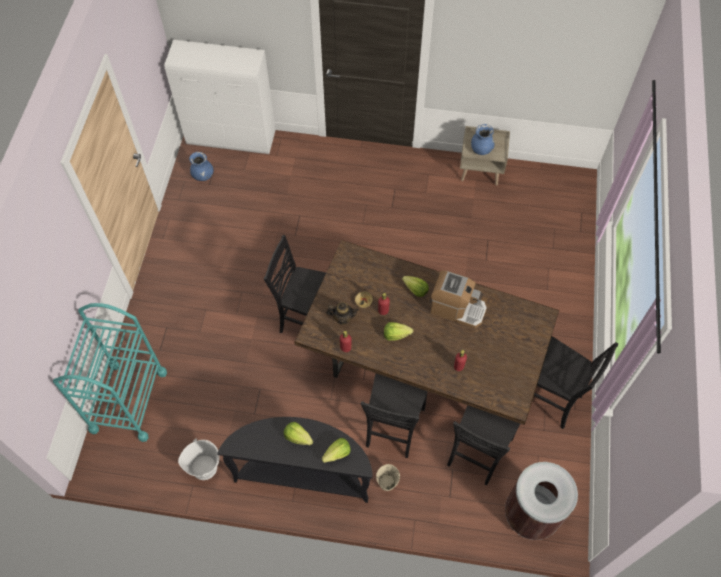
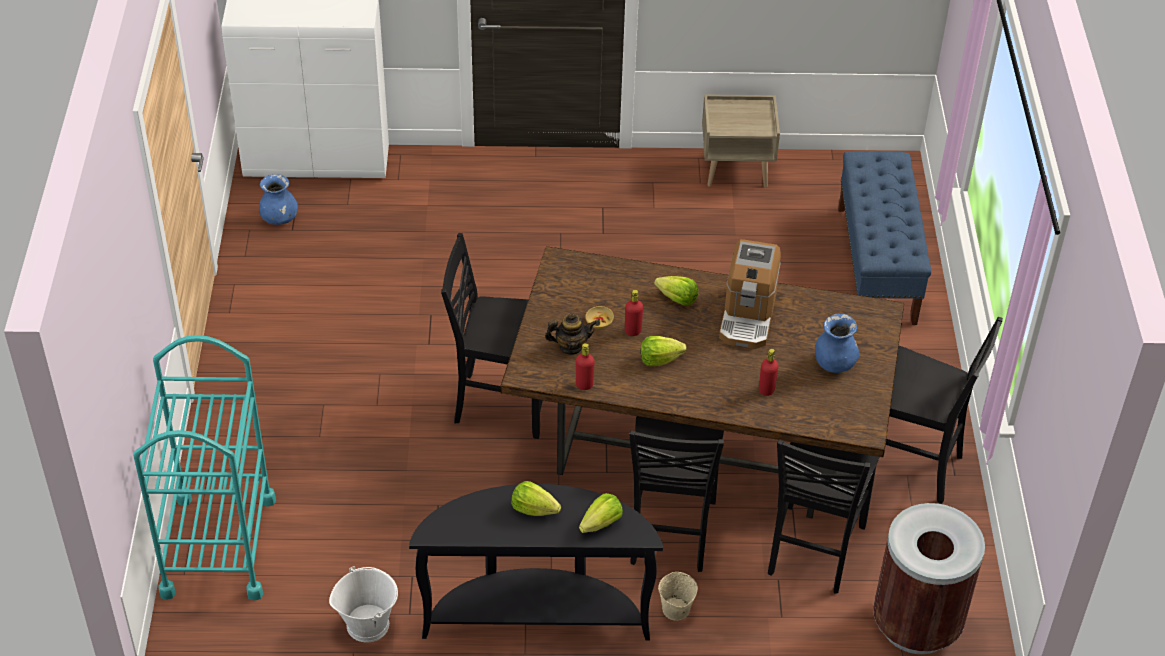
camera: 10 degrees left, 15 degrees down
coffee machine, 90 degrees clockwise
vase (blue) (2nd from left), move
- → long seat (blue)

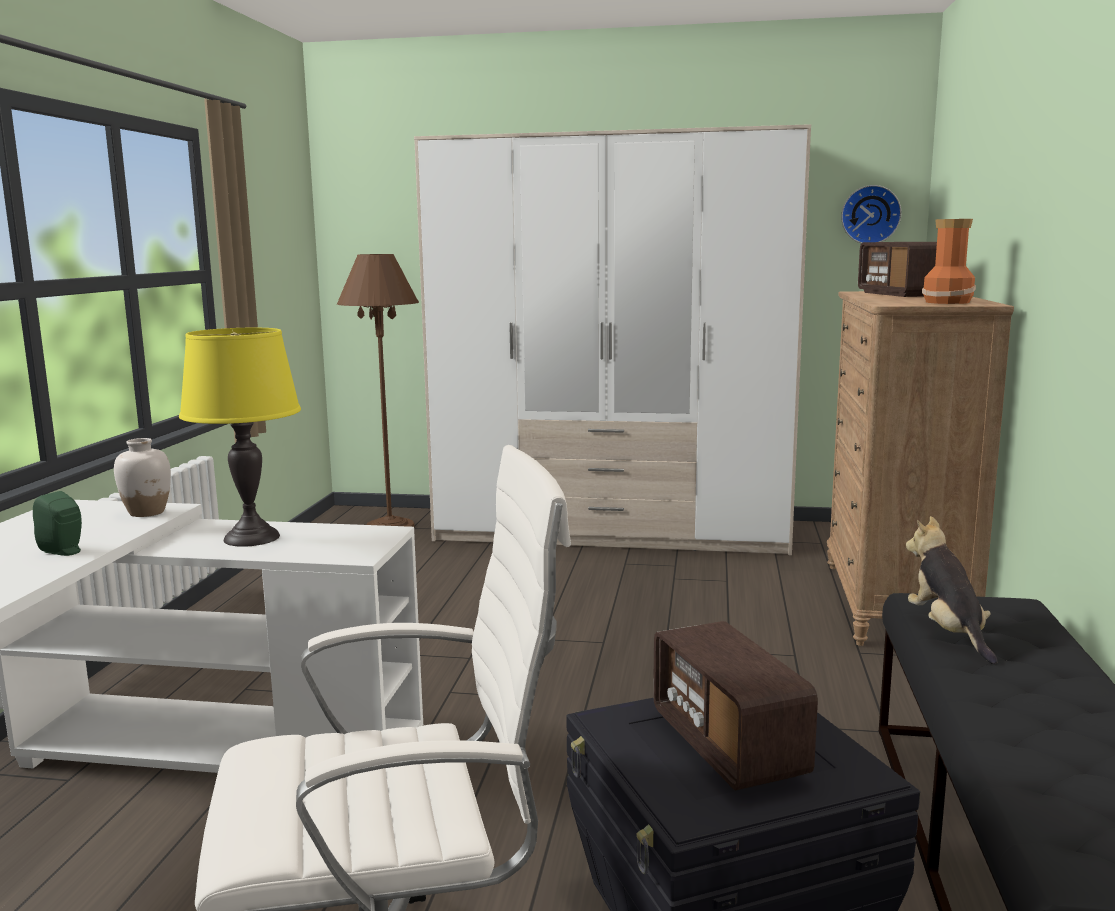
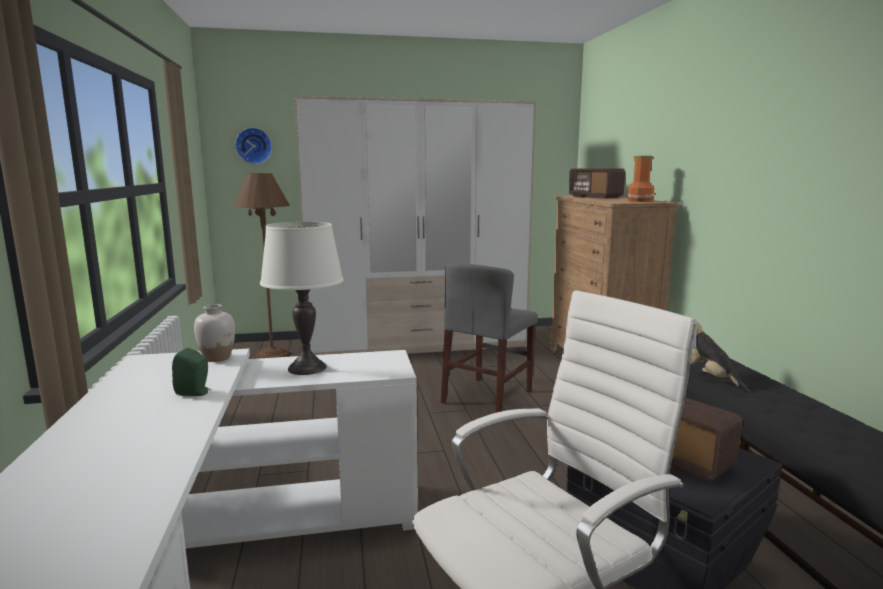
camera: 20 degrees left, 0 degrees up
wall clock, move
table lamp (yellow-coloured) → table lamp (white-coloured)
- → chair (grey)

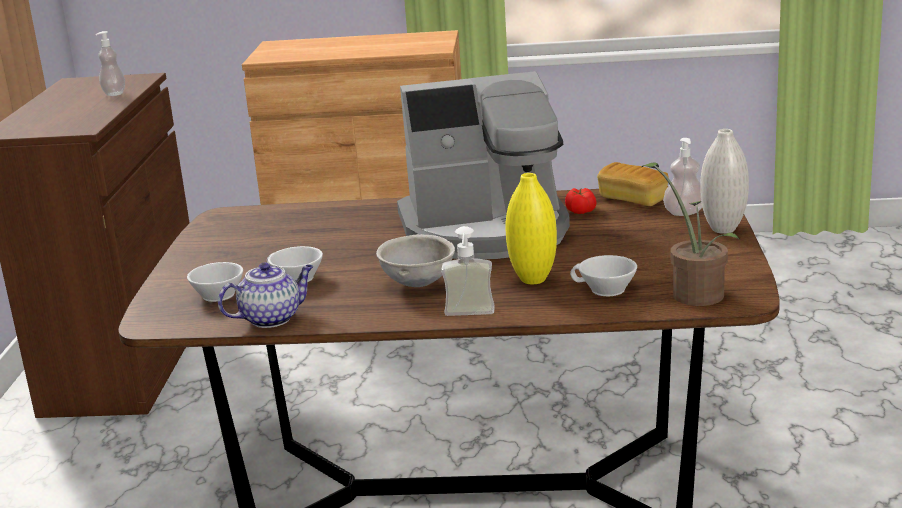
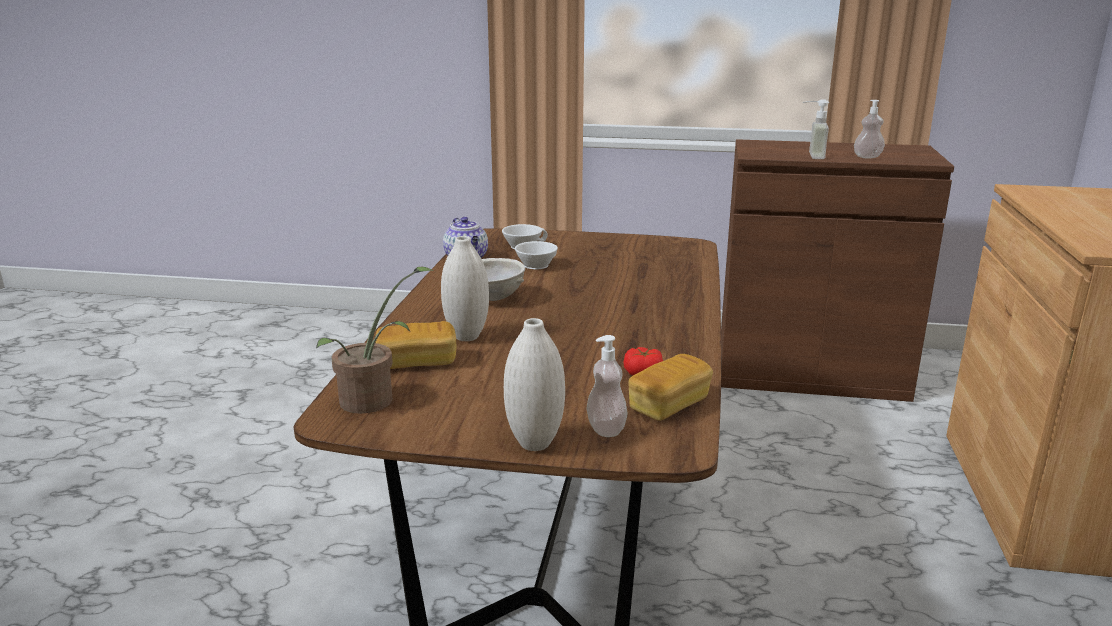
camera: 95 degrees right, 0 degrees up
small cup (white-coloured) (3rd from left) → bakery bread (1st from left)
vase (yellow-coloured) → vase (white-coloured) (1st from left)
soap bottle (2nd from left), move
coffee machine → -

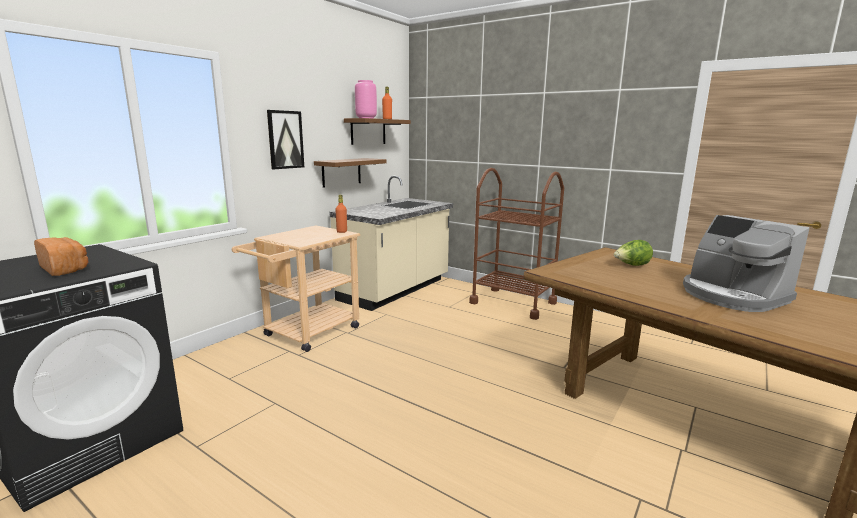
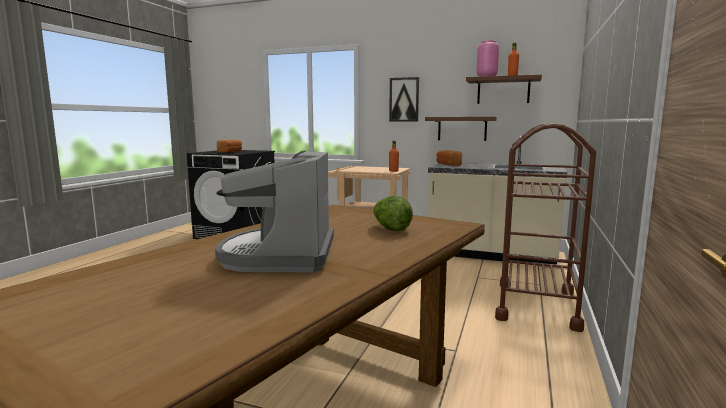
camera: 75 degrees right, 5 degrees down
coffee machine, 45 degrees counterclockwise
- → bakery bread (2nd from left)

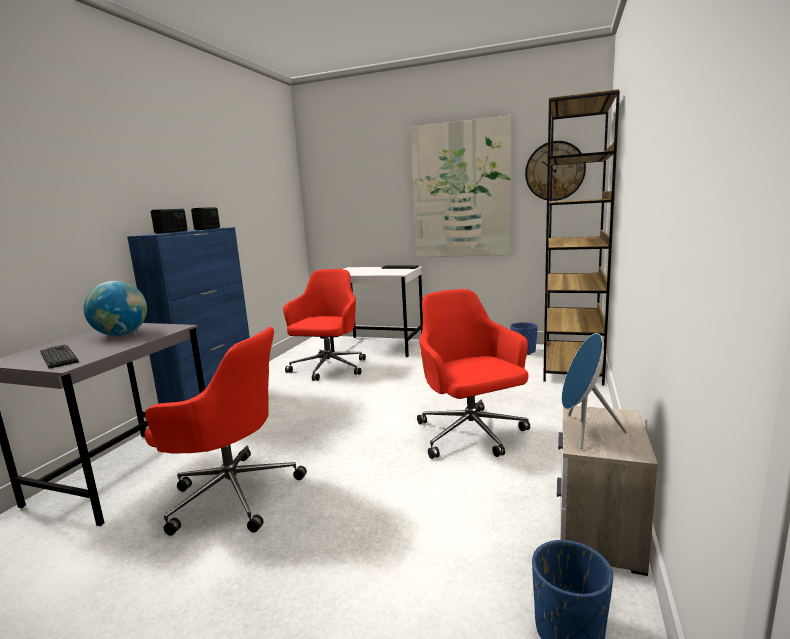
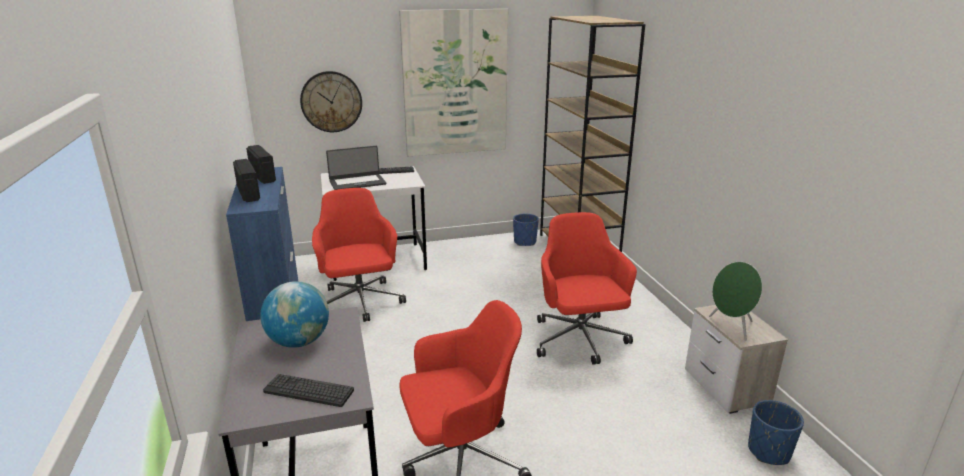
camera: 35 degrees left, 10 degrees up
wall clock, move
- → laptop
desk chair (red) (3rd from left), 45 degrees clockwise
audio speaker (blue) → audio speaker (green)

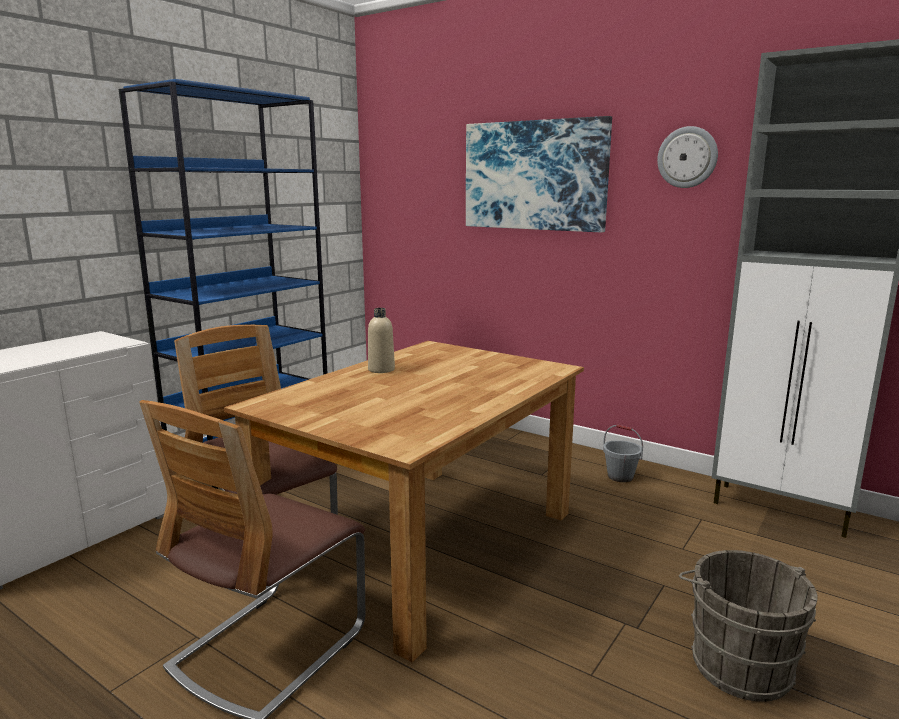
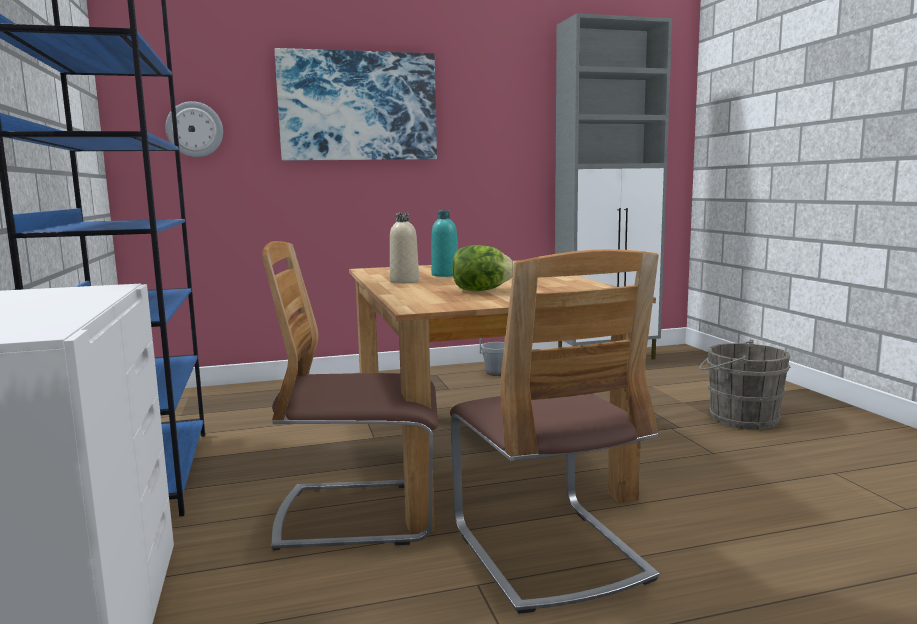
camera: 50 degrees left, 5 degrees down
wall clock, move
- → bottle (turquoise)
- → lettuce head

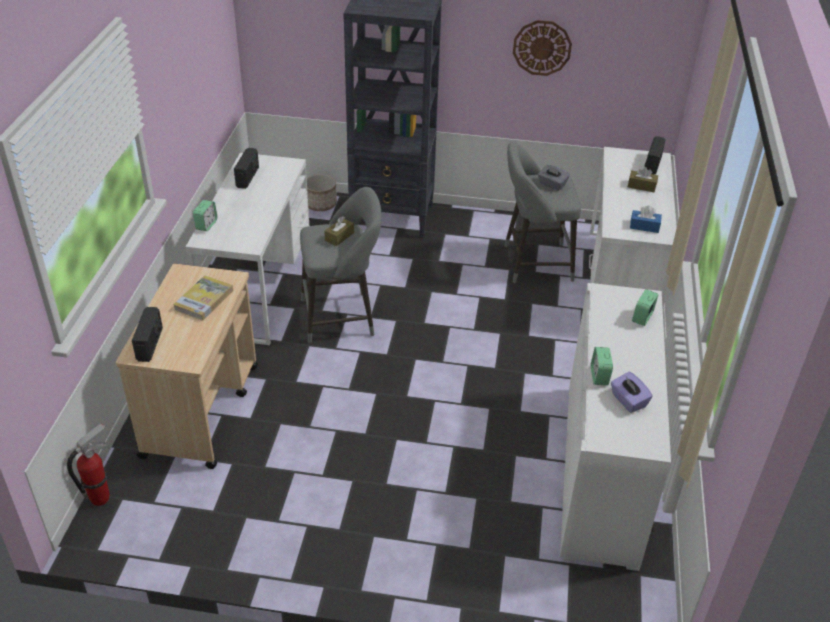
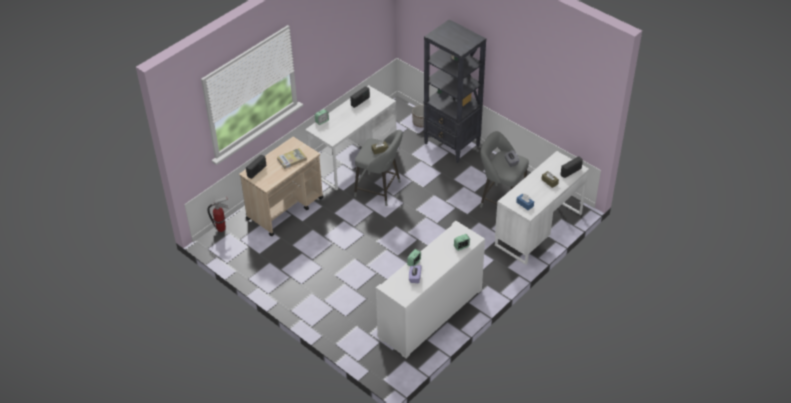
camera: 35 degrees right, 5 degrees up
wall clock → -

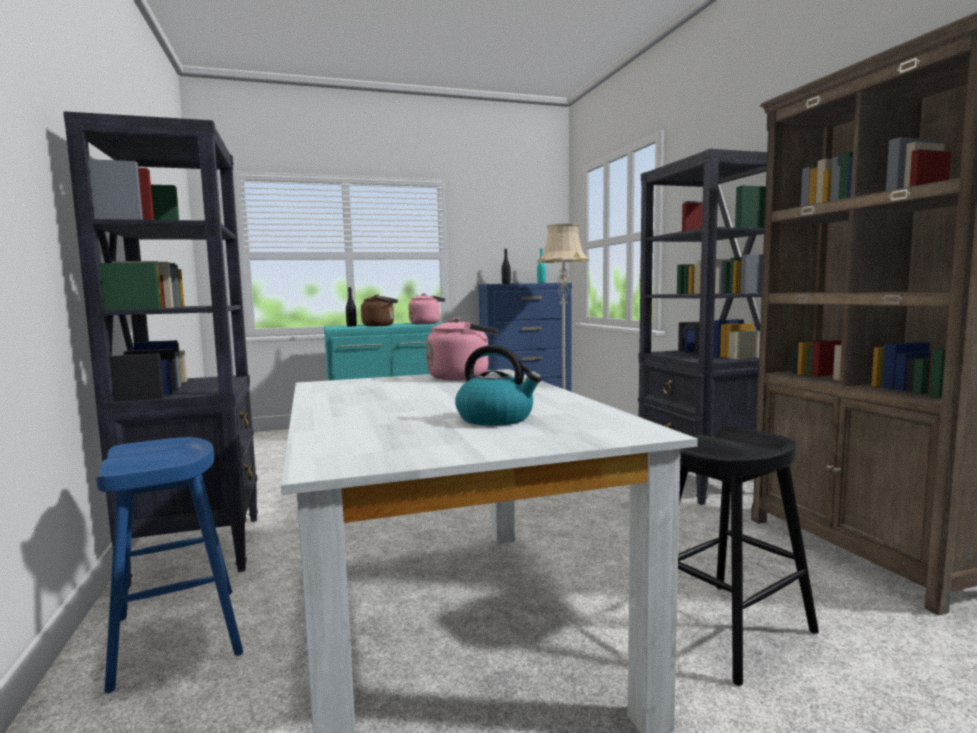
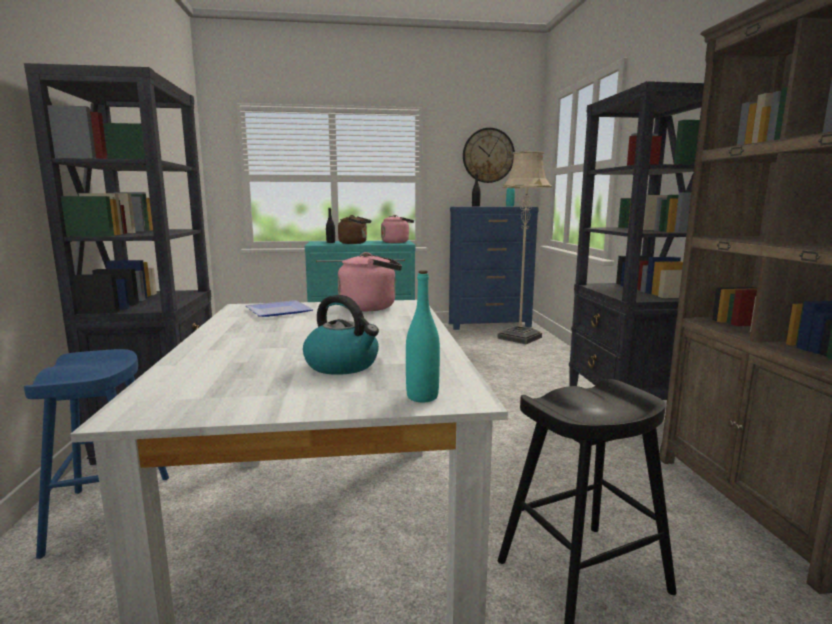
camera: 10 degrees right, 5 degrees up
- → plate
- → bottle (turquoise) (1st from left)
- → wall clock

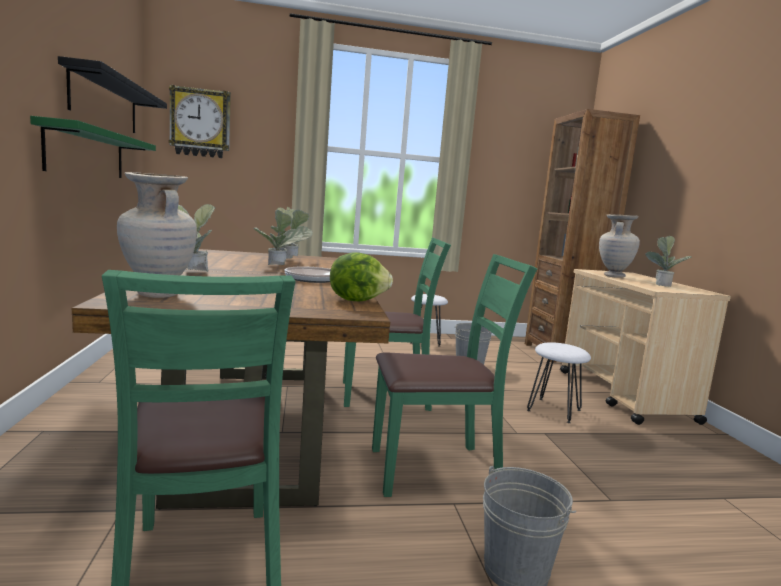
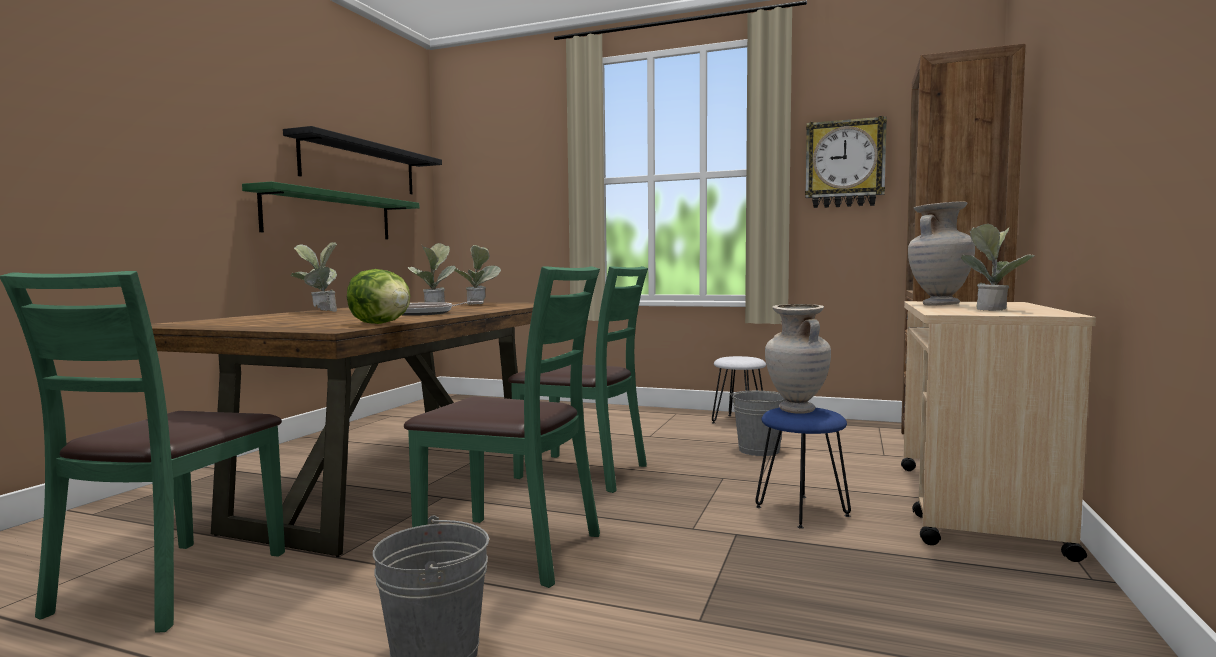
camera: 30 degrees right, 5 degrees down
sitting stool (white-coloured) (2nd from left) → sitting stool (blue)
vase (beige-coloured) (1st from left), move
wall clock, move

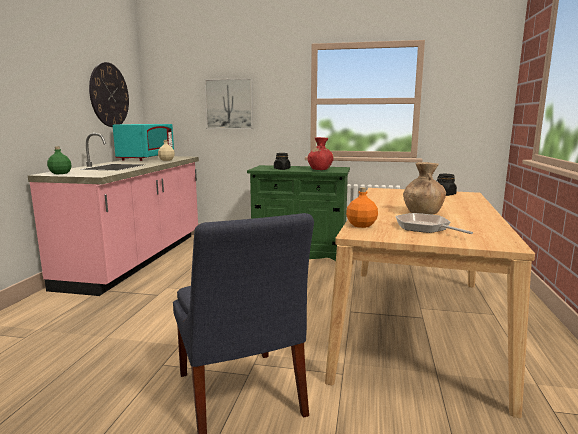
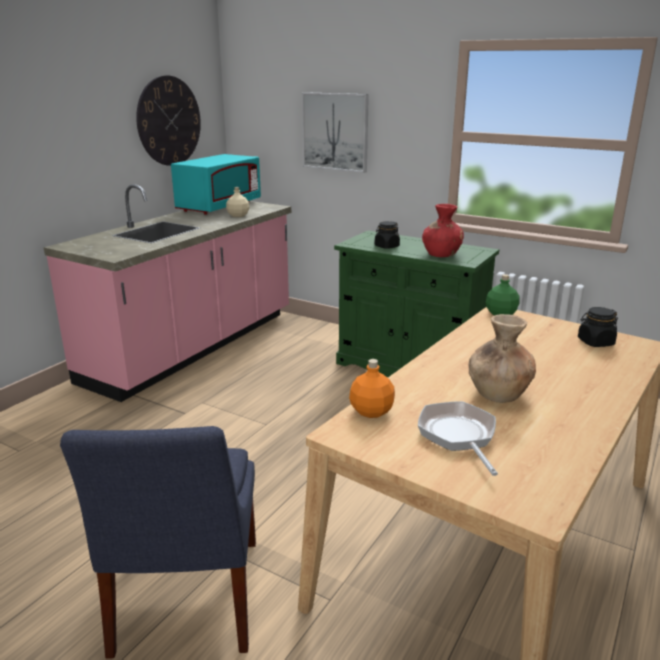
camera: 20 degrees right, 10 degrees up
bottle (green), move

